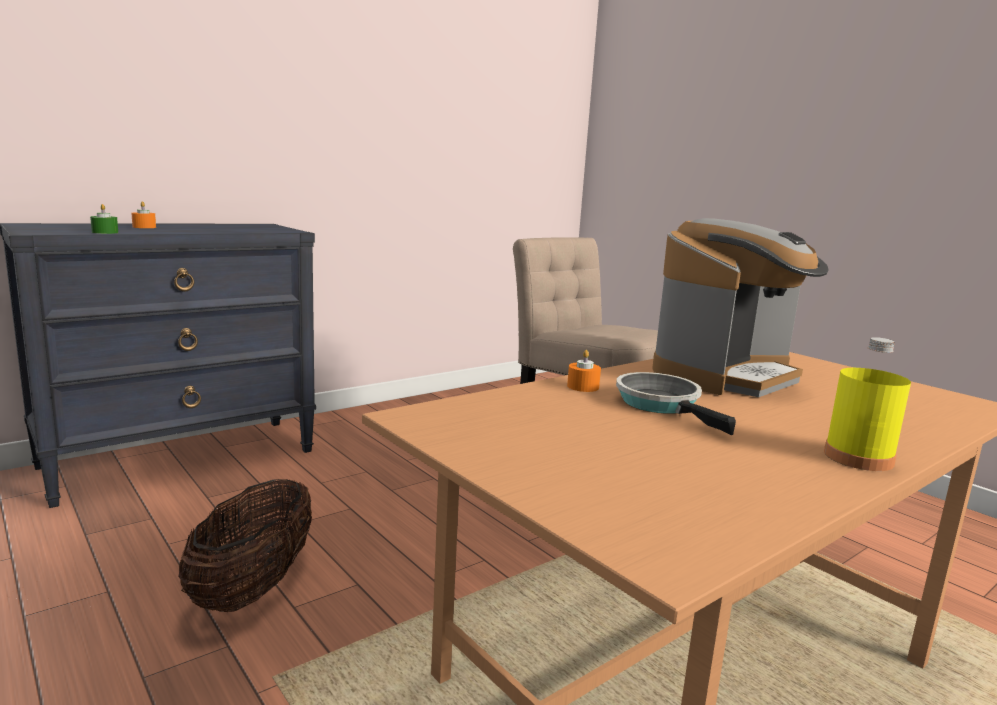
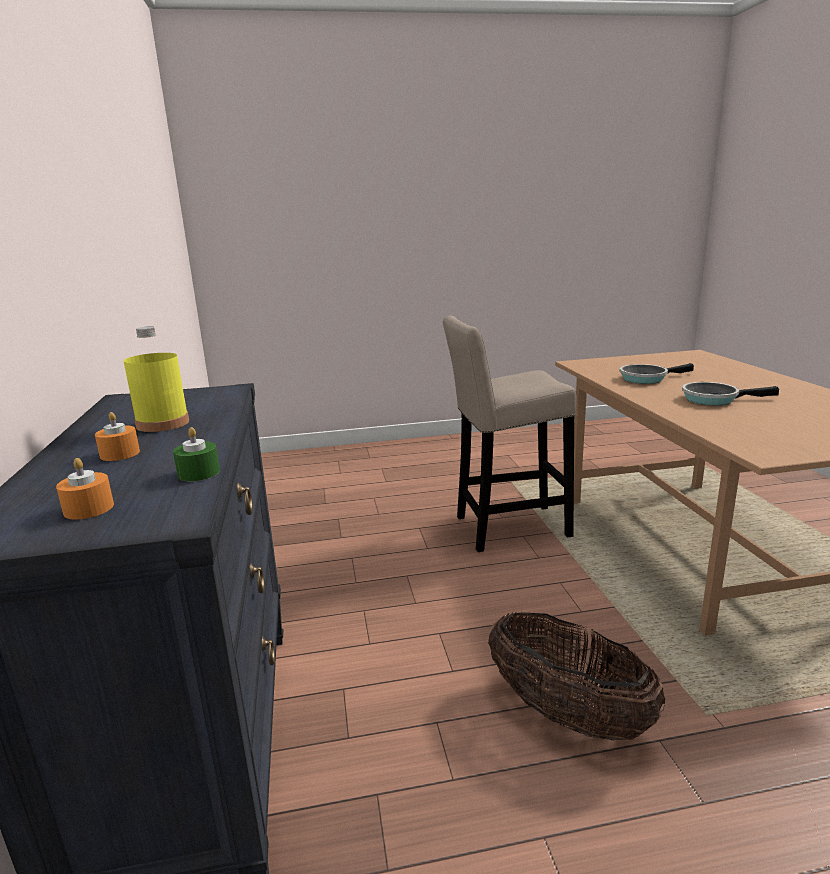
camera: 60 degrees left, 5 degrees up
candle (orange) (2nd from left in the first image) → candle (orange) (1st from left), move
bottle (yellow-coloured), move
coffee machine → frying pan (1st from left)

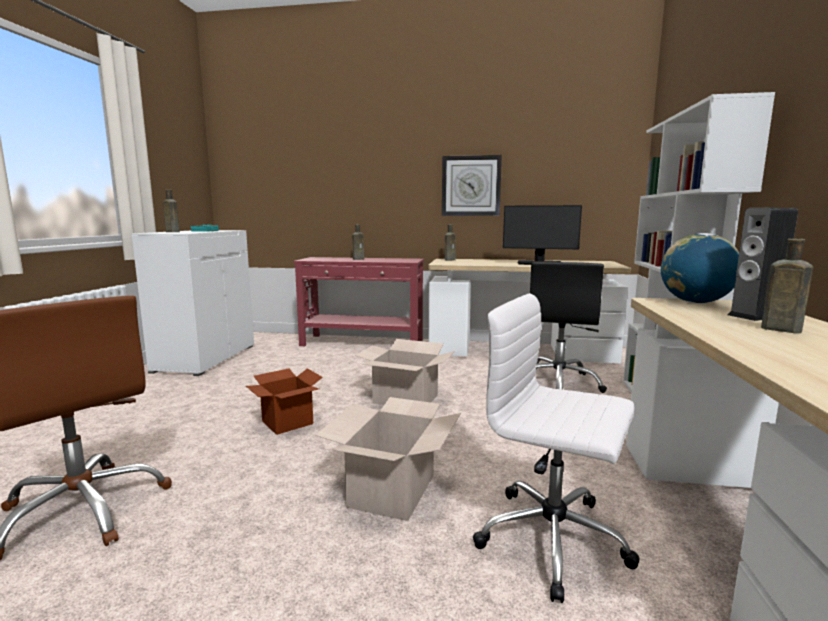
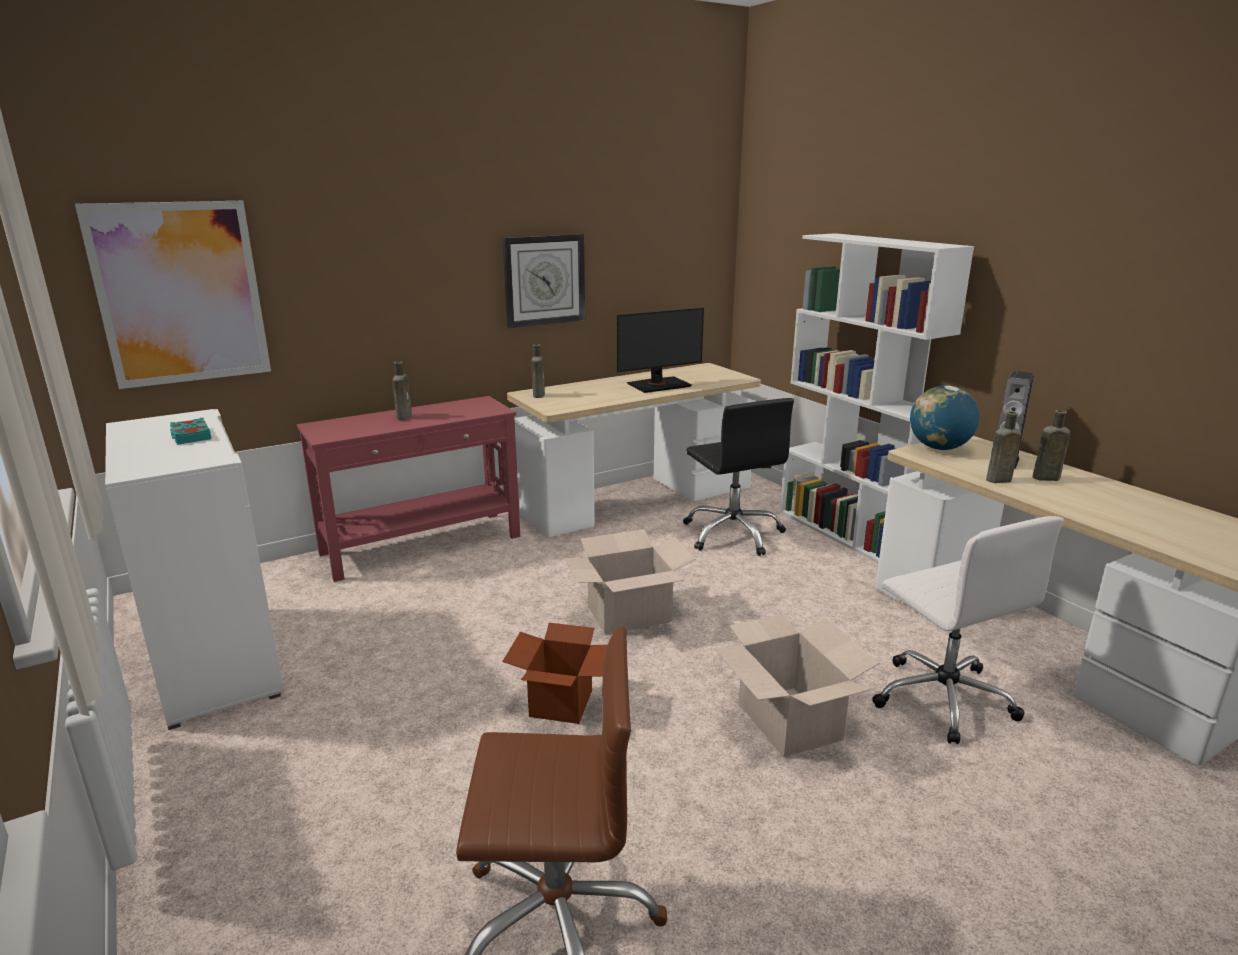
camera: 40 degrees left, 10 degrees up
- → wall picture
desk chair (white-coloured), 105 degrees counterclockwise
bottle (brownish) (1st from left in the first image) → bottle (brownish) (3rd from left), move

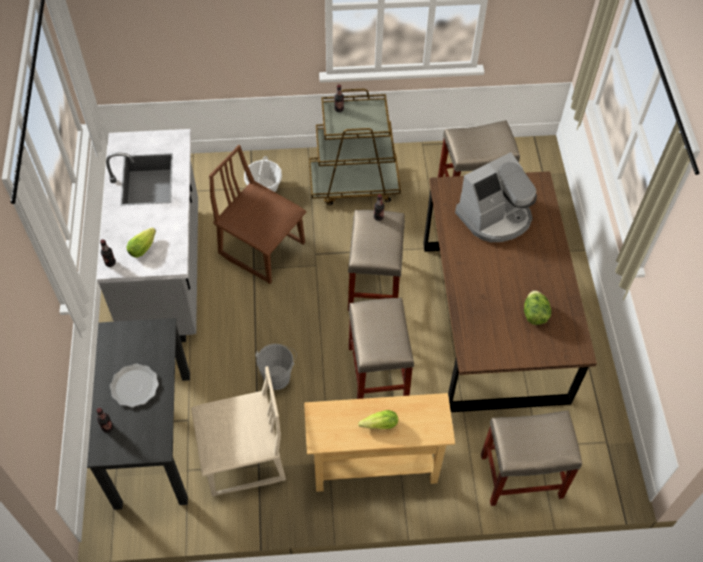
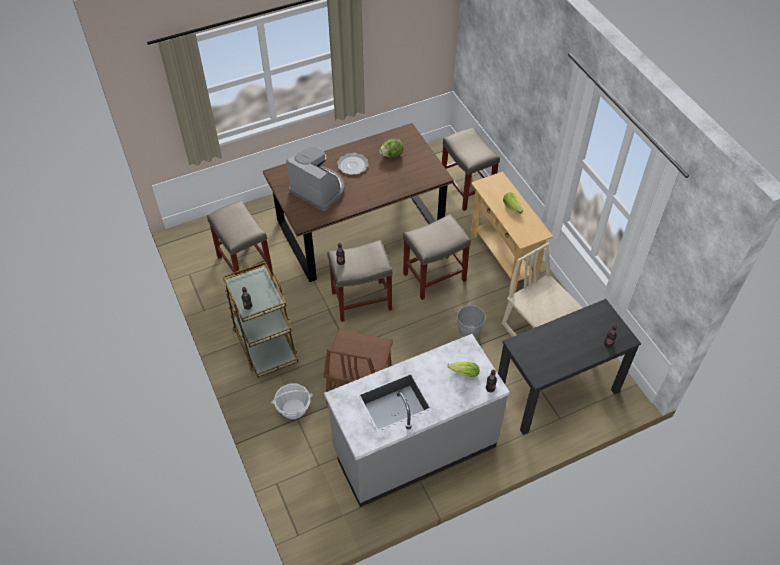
camera: 110 degrees left, 5 degrees down
plate, move

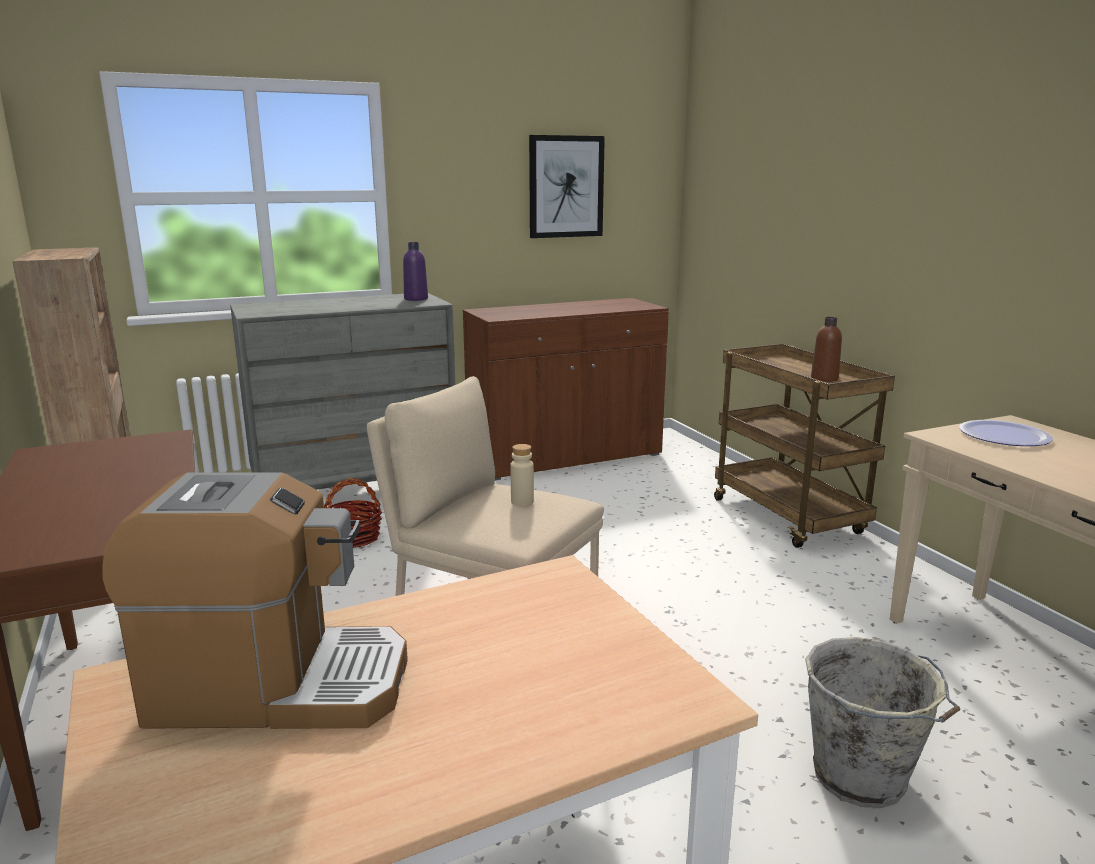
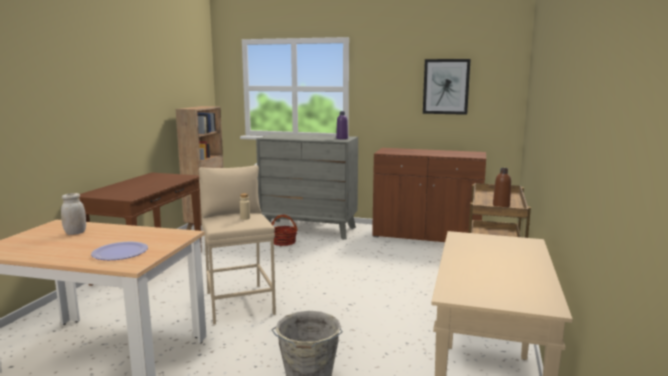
camera: 40 degrees right, 5 degrees down
coffee machine → preserve jar (white-coloured)
plate, move

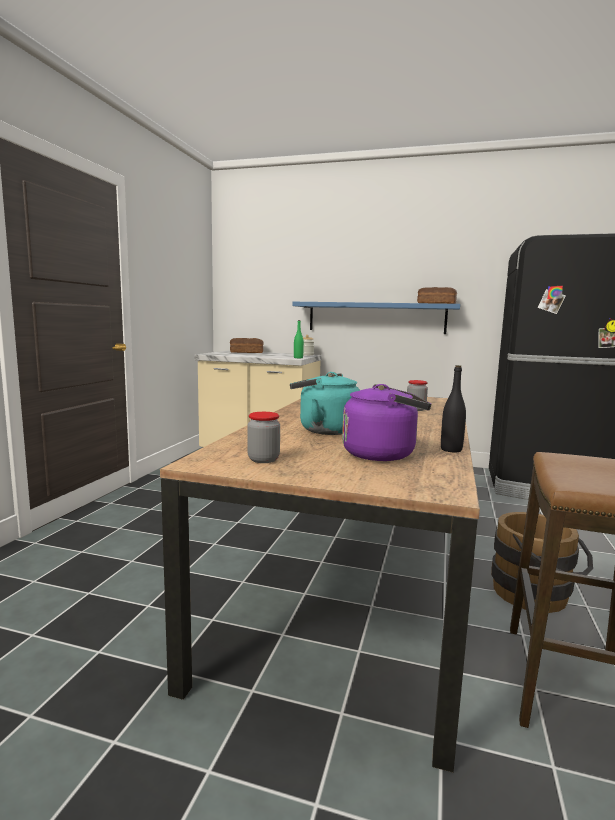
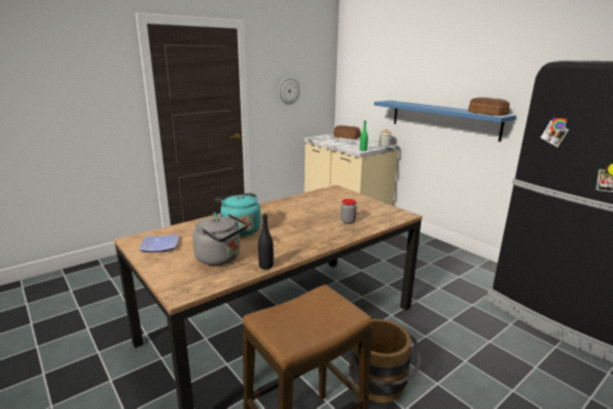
camera: 35 degrees right, 10 degrees up
preserve jar (1st from left) → plate
kettle (purple-coloured) → kettle (grey)
- → wall clock

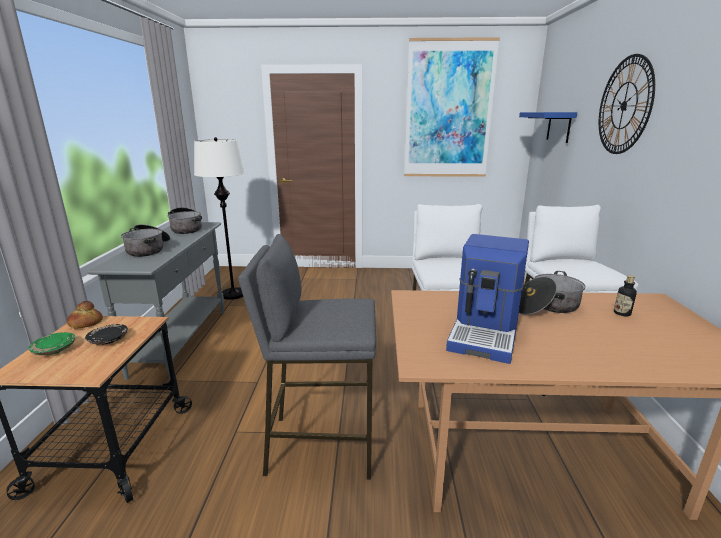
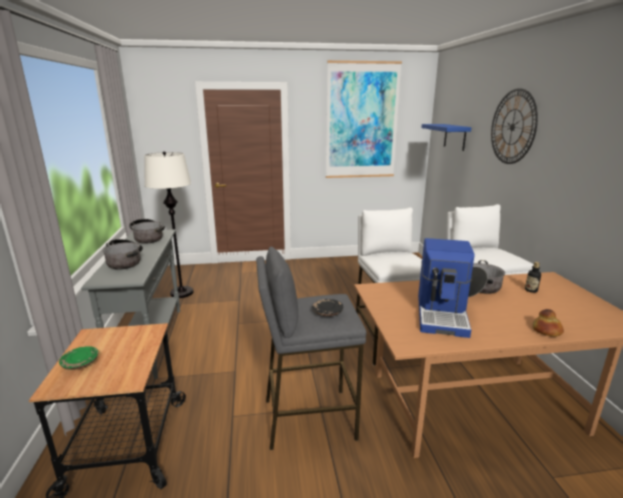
camera: 10 degrees left, 0 degrees up
plate (black-coloured), move
bakery bread, move

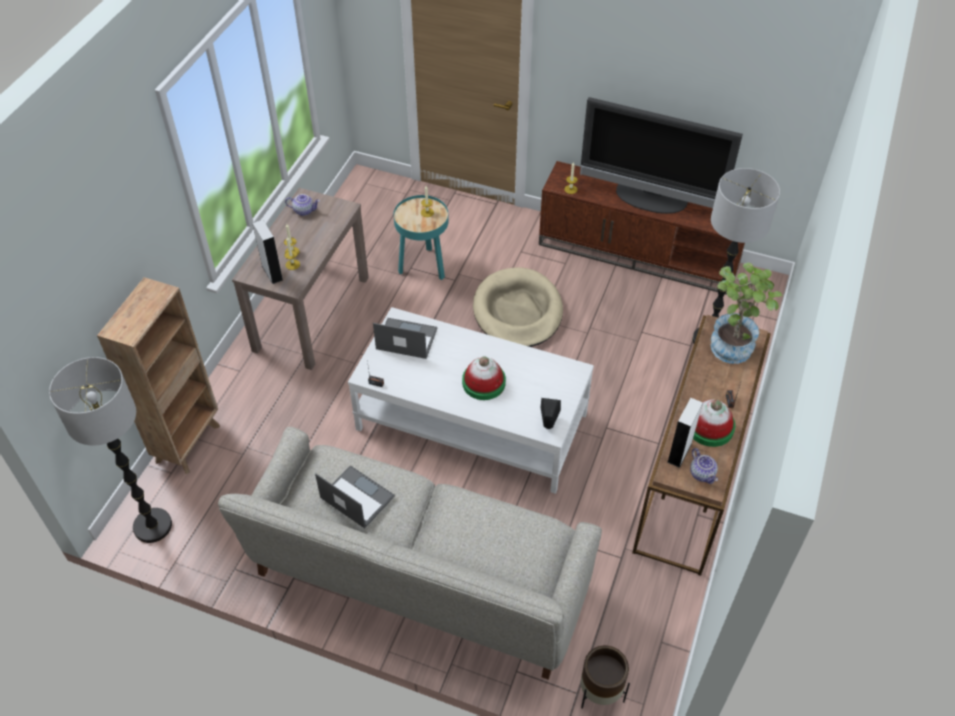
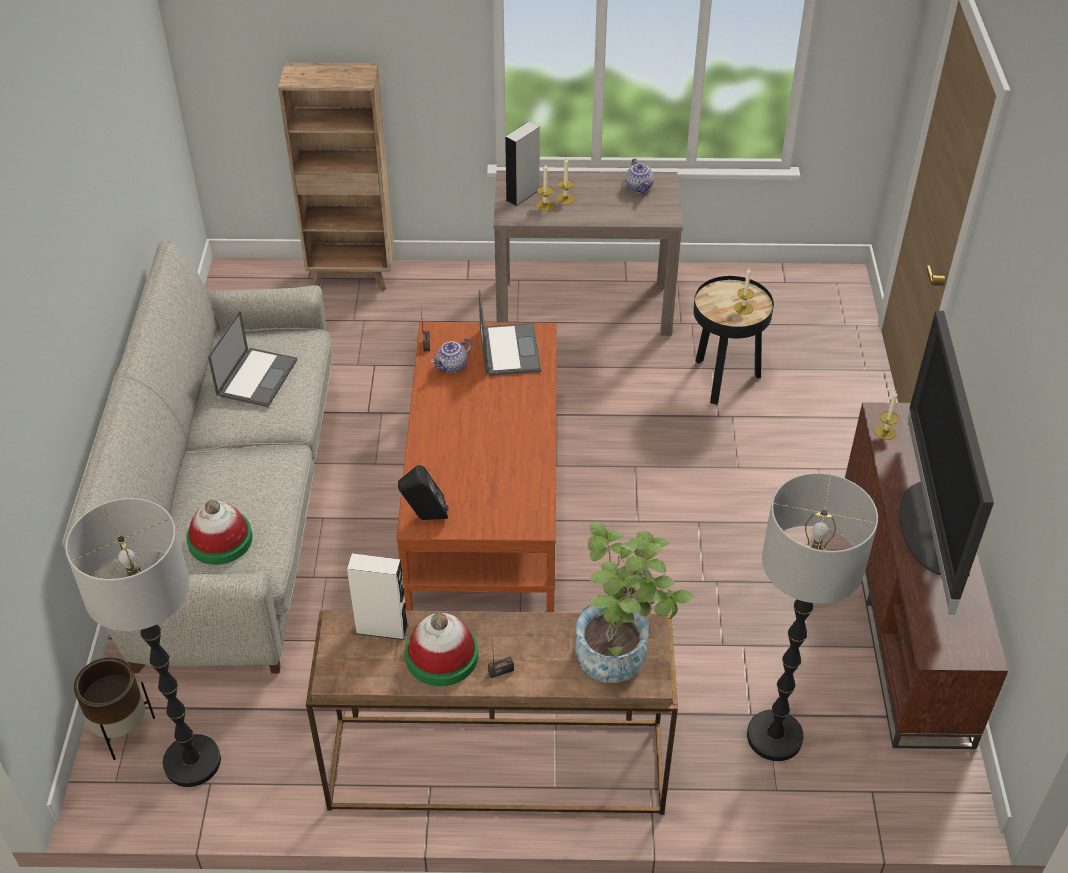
camera: 70 degrees right, 5 degrees down
standing lamp (1st from left), move
wearable hat (1st from left), move
lounge table (white-coloured) → lounge table (brownish)
tea pot (2nd from left in the first image) → tea pot (1st from left), move
accent table (turquoise) → accent table (black-coloured)
pet bed (beige-coloured) → -

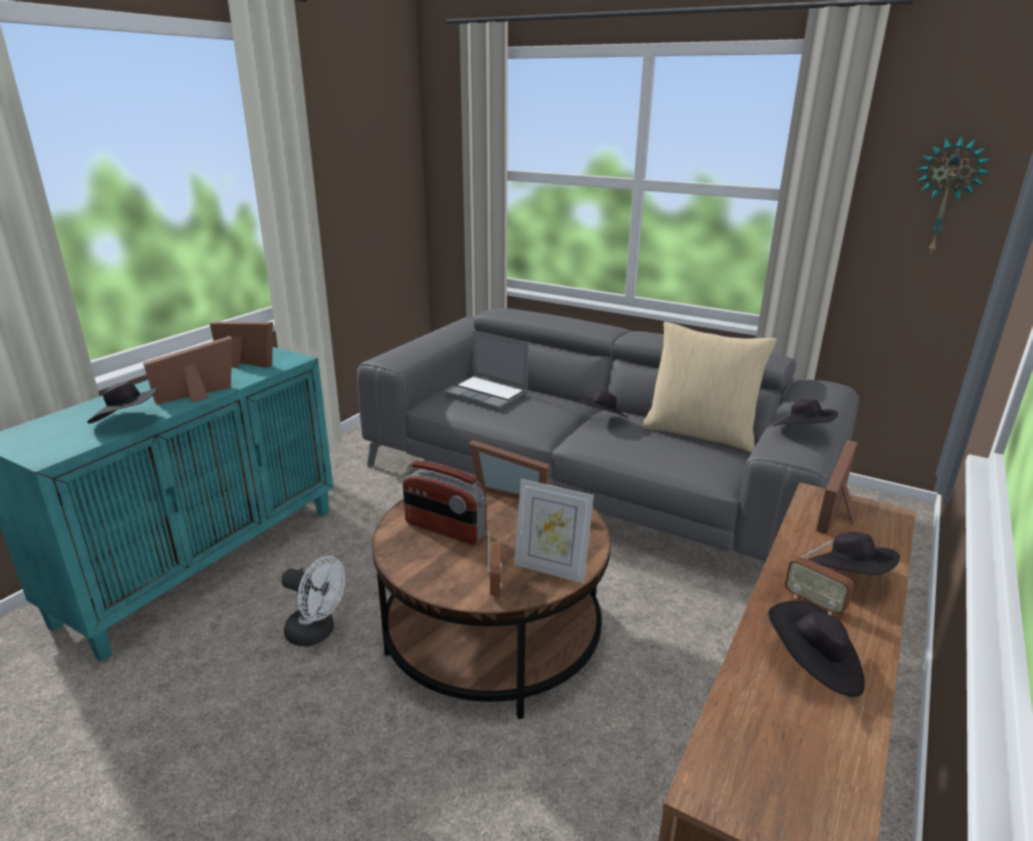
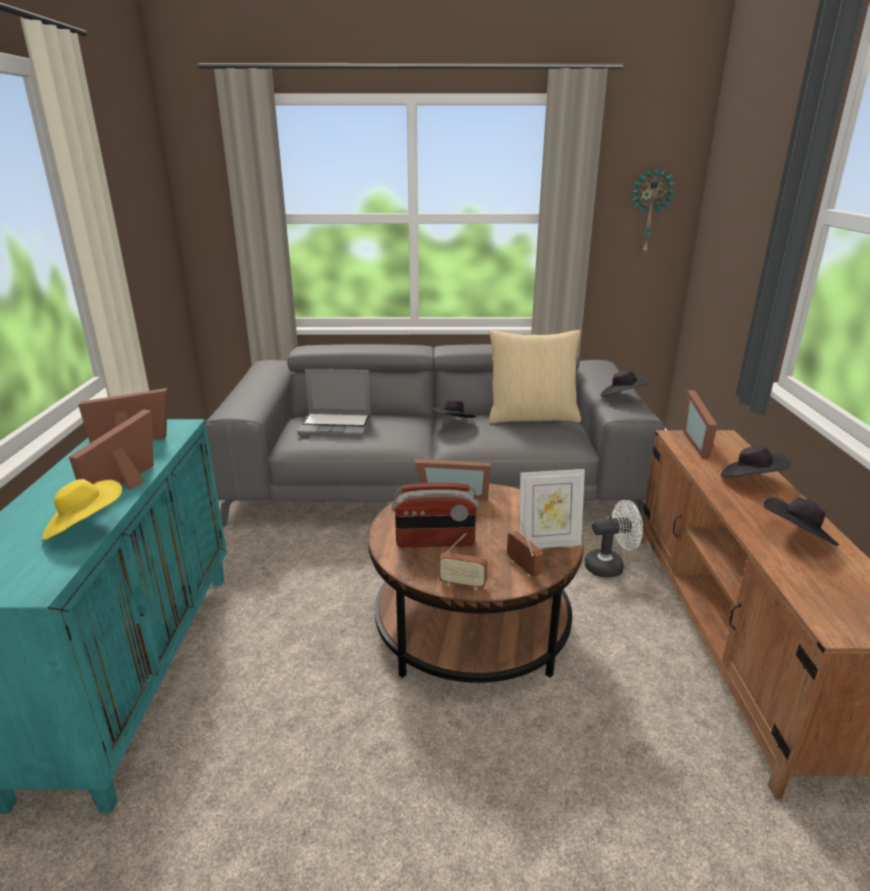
camera: 30 degrees left, 0 degrees up
wearable hat (black-coloured) (1st from left) → wearable hat (yellow-coloured)
radio (3rd from left in the first image) → radio (2nd from left), move
fan (white-coloured), move

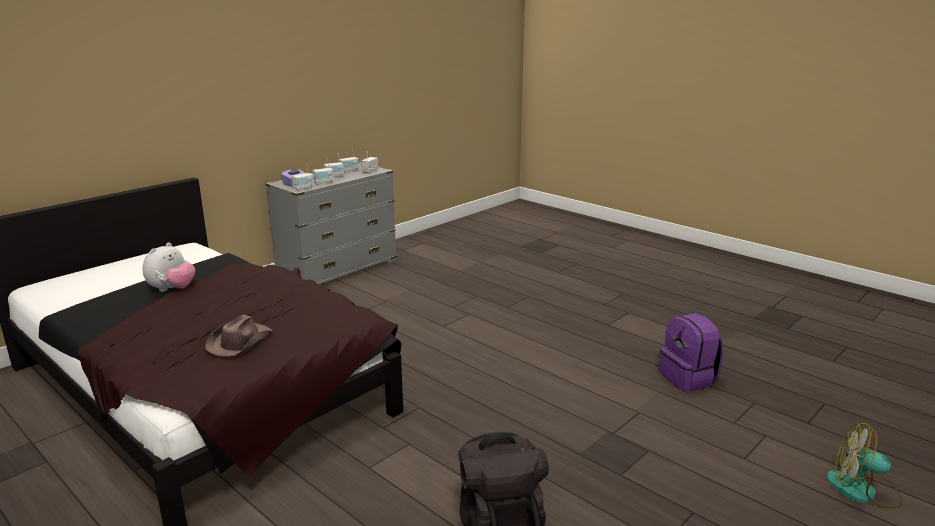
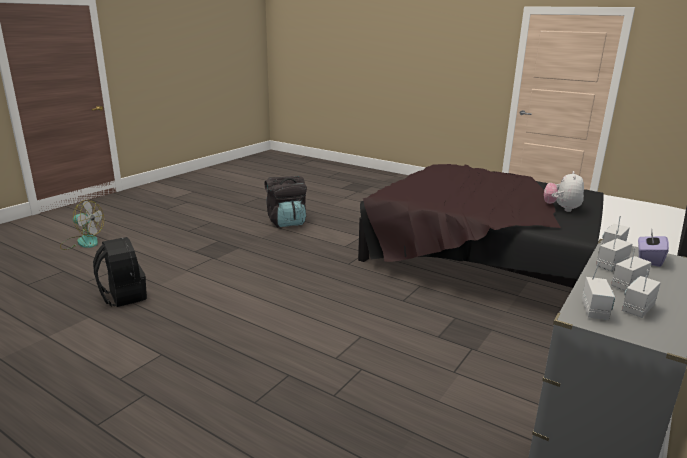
camera: 170 degrees right, 0 degrees up
rucksack (purple-coloured) → rucksack (black-coloured) (1st from left)
wearable hat (brownish) → -

